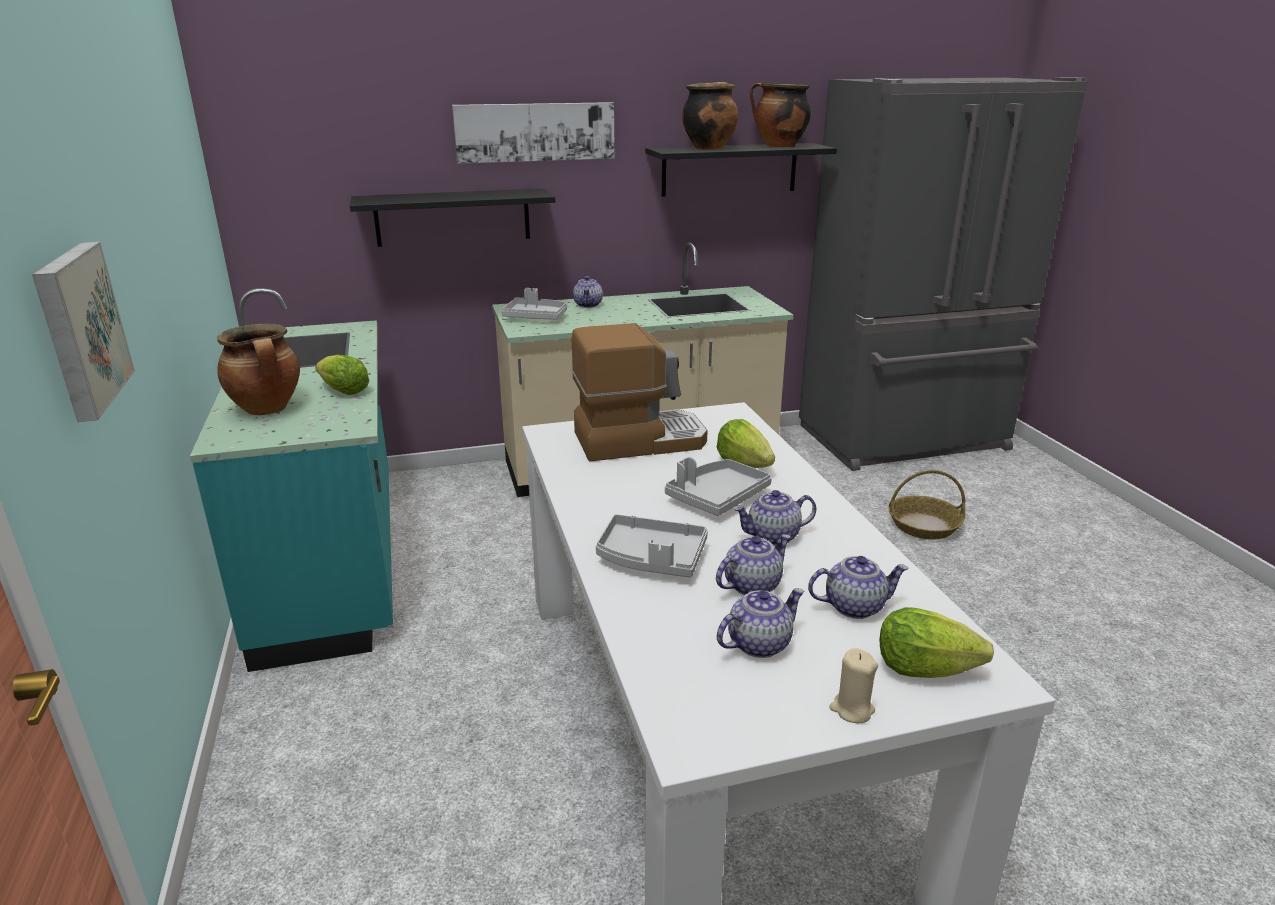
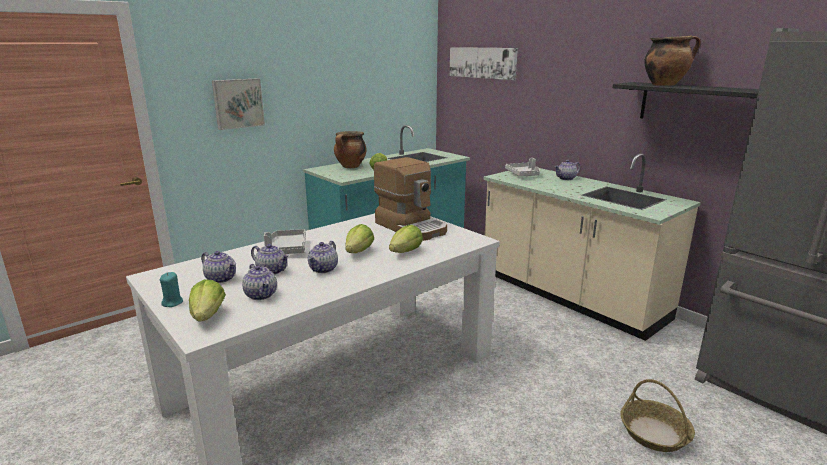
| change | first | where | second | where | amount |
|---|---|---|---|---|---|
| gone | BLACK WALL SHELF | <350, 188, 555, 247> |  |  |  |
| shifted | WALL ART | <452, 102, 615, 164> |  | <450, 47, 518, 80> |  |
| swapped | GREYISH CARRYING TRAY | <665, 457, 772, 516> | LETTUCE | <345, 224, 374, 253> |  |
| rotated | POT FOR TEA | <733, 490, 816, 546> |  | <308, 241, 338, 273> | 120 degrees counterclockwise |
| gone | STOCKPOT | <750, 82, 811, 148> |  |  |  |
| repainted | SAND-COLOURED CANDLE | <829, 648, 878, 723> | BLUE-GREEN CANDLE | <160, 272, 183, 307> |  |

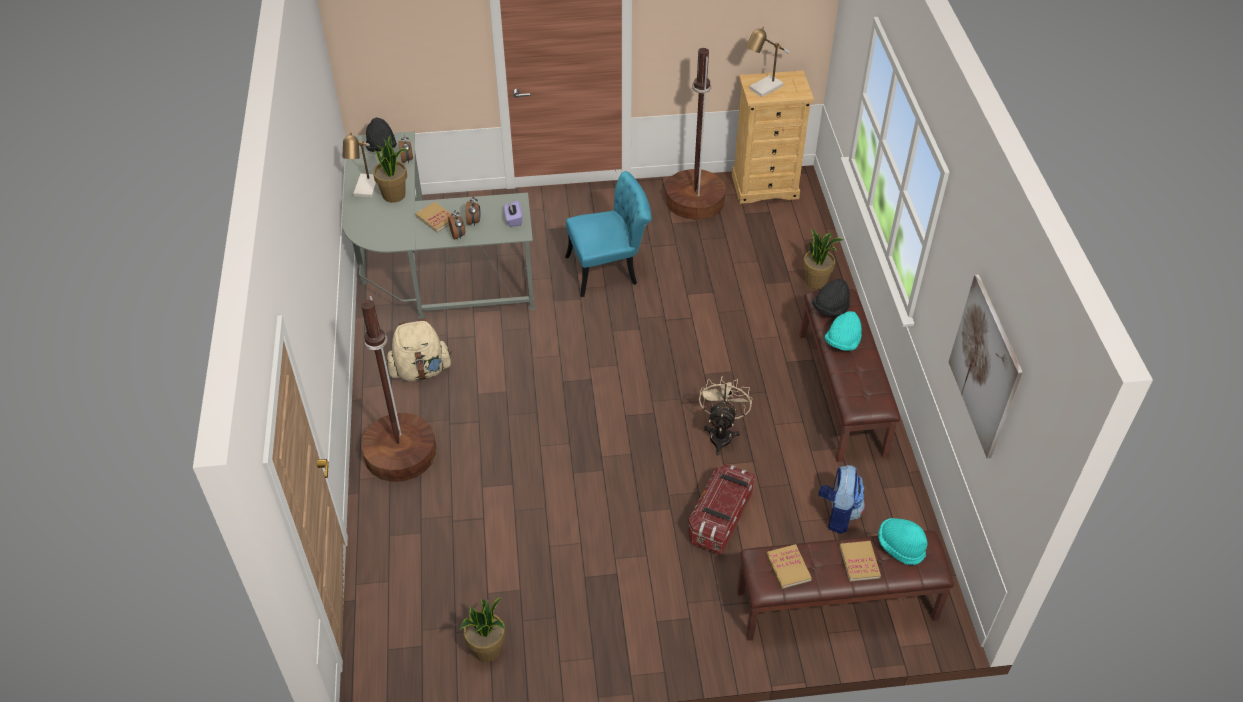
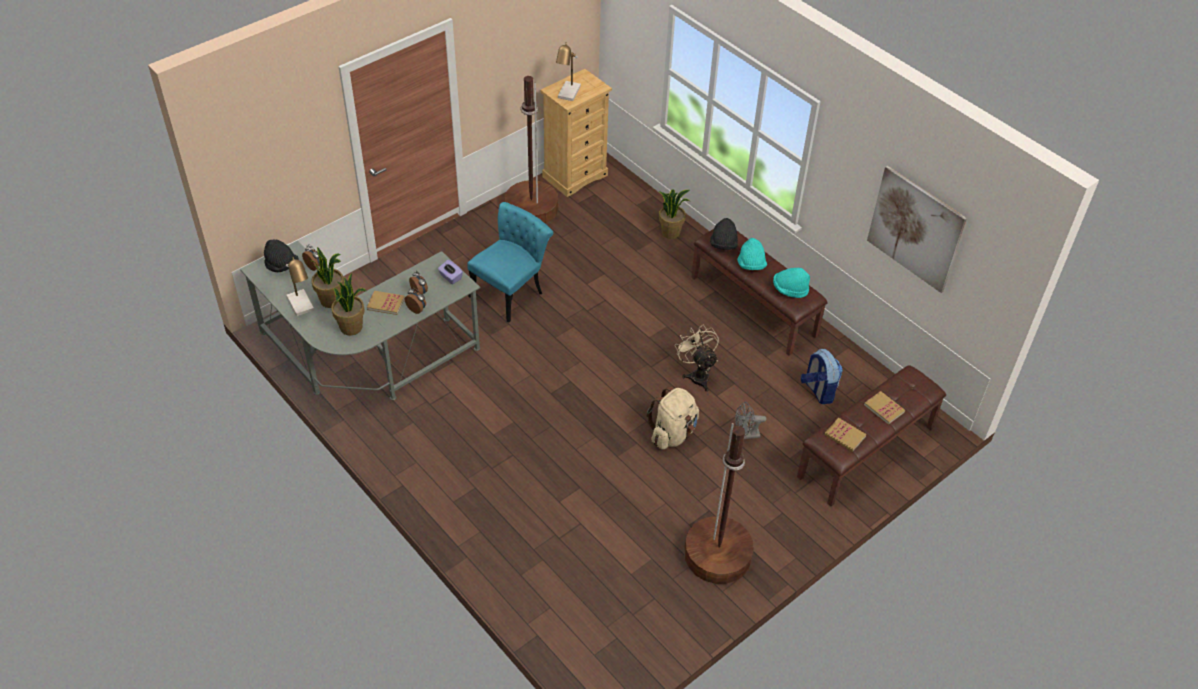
| change | first | where | second | where | amount |
|---|---|---|---|---|---|
| shifted | BROWN STANDARD LAMP | <361, 296, 436, 482> |  | <684, 423, 754, 584> |  |
| shifted | SAND-COLOURED KNAPSACK | <386, 318, 452, 381> |  | <647, 387, 699, 449> |  |
| shifted | HOUSEPLANT | <460, 597, 505, 662> |  | <331, 273, 366, 335> |  |
| swapped | STORAGE BOX | <688, 464, 755, 555> | GREYISH FAN | <735, 402, 766, 439> |  |
| shifted | BLUE-GREEN WEARABLE HAT | <878, 518, 928, 565> |  | <773, 268, 810, 298> |  |

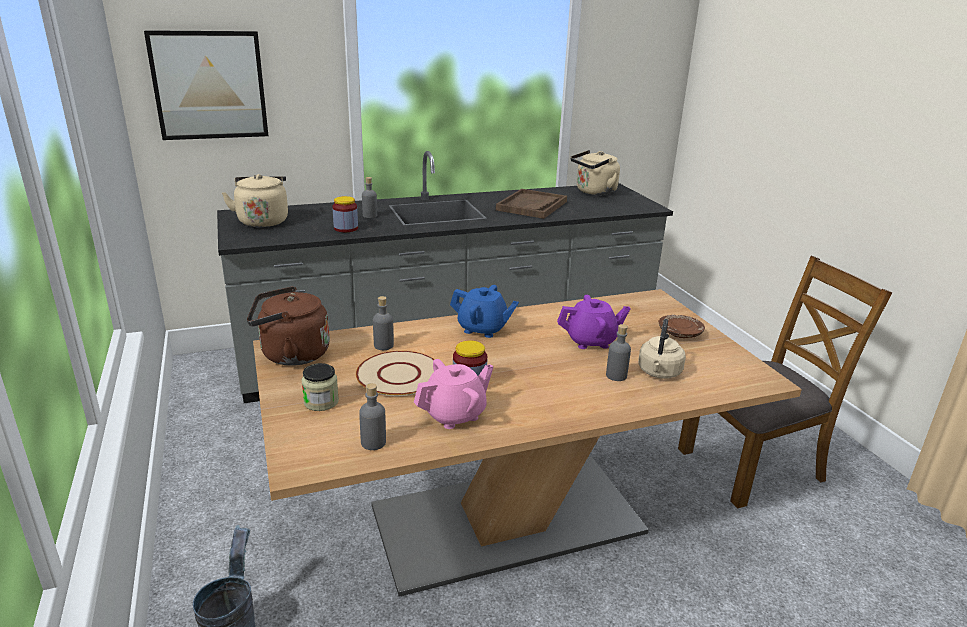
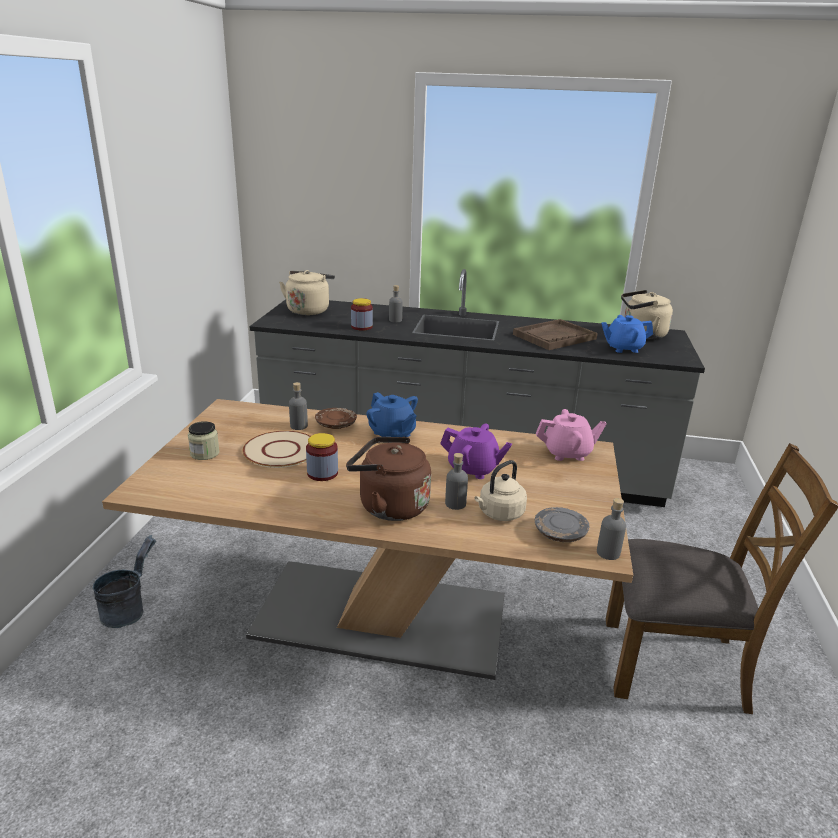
| change | first | where | second | where | amount |
|---|---|---|---|---|---|
| gone | WALL ART | <144, 30, 268, 140> |  |  |  |
| shifted | BROWN WATER KETTLE | <247, 286, 330, 366> |  | <346, 437, 431, 521> |  |
| shifted | GREYISH DRINK BOTTLE | <359, 383, 386, 450> |  | <597, 498, 626, 560> |  |
| shifted | PINK POT FOR TEA | <414, 359, 494, 429> |  | <536, 409, 607, 461> |  |
| shifted | BROWN PLATE | <659, 315, 705, 338> |  | <315, 408, 357, 429> |  |
| new |  |  | GREYISH PLATE | <535, 507, 590, 542> |  |
| new |  |  | BLUISH POT FOR TEA | <601, 315, 653, 353> |  |

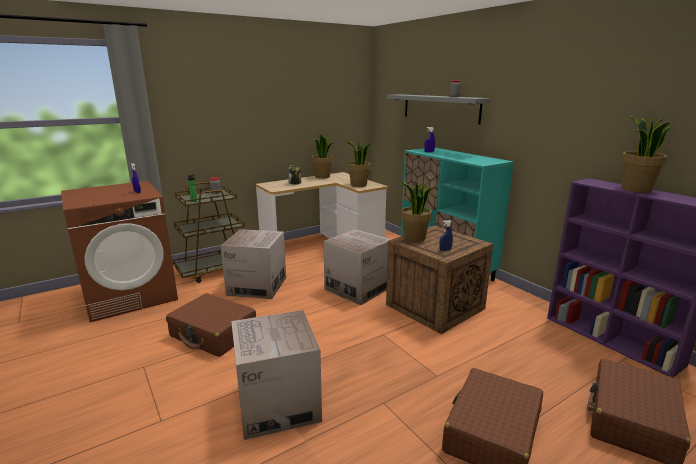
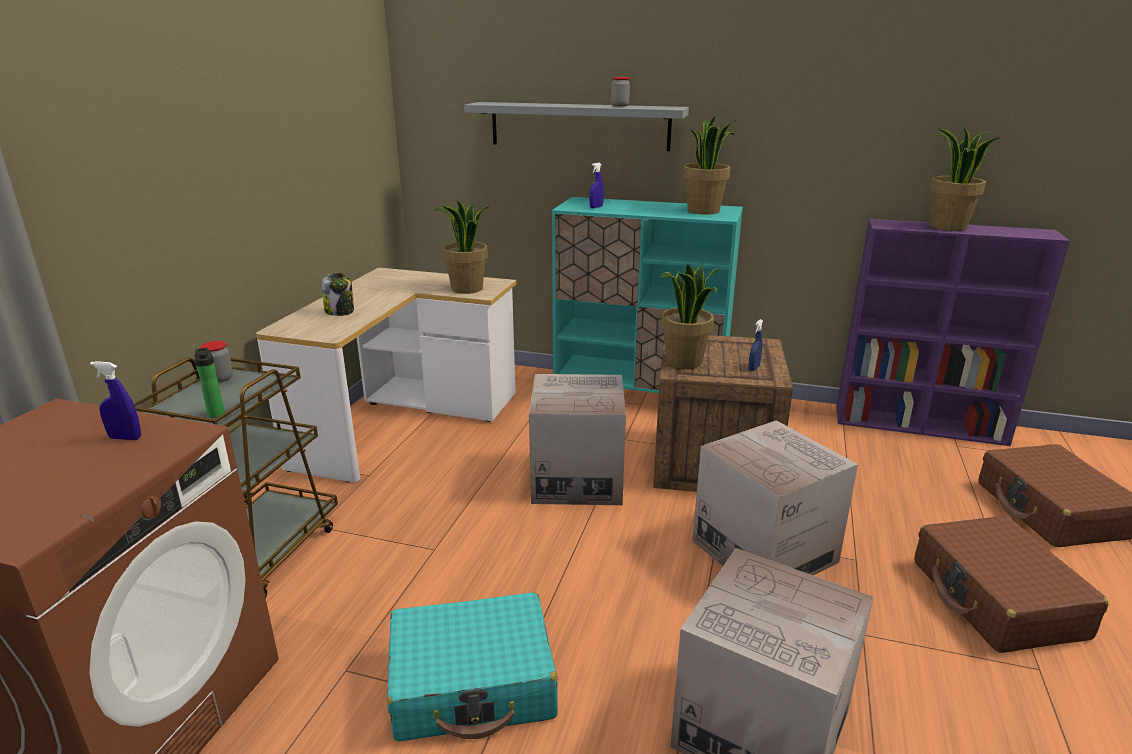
| change | first | where | second | where | amount |
|---|---|---|---|---|---|
| repainted | BROWN PIECE OF LUGGAGE | <166, 293, 256, 357> | BLUE-GREEN PIECE OF LUGGAGE | <387, 592, 558, 741> |  |
| shifted | CARTON | <221, 229, 286, 299> |  | <692, 420, 858, 575> |  |
| shifted | HOUSEPLANT | <312, 135, 335, 179> |  | <683, 116, 736, 214> |  |

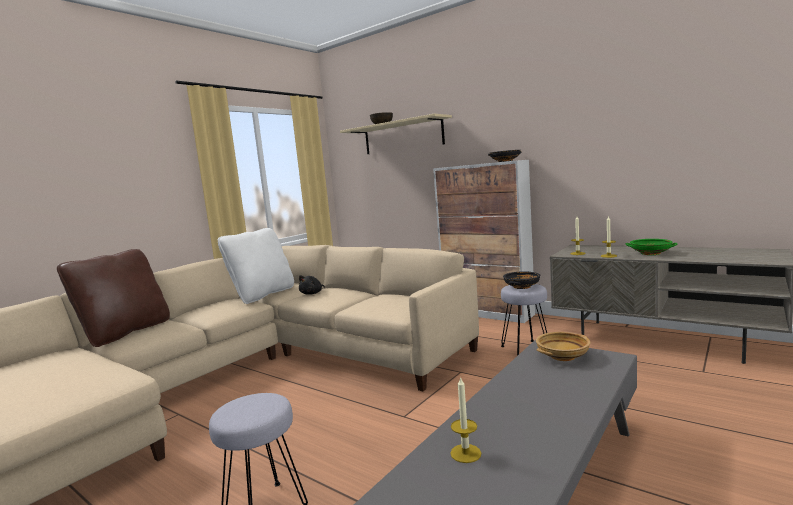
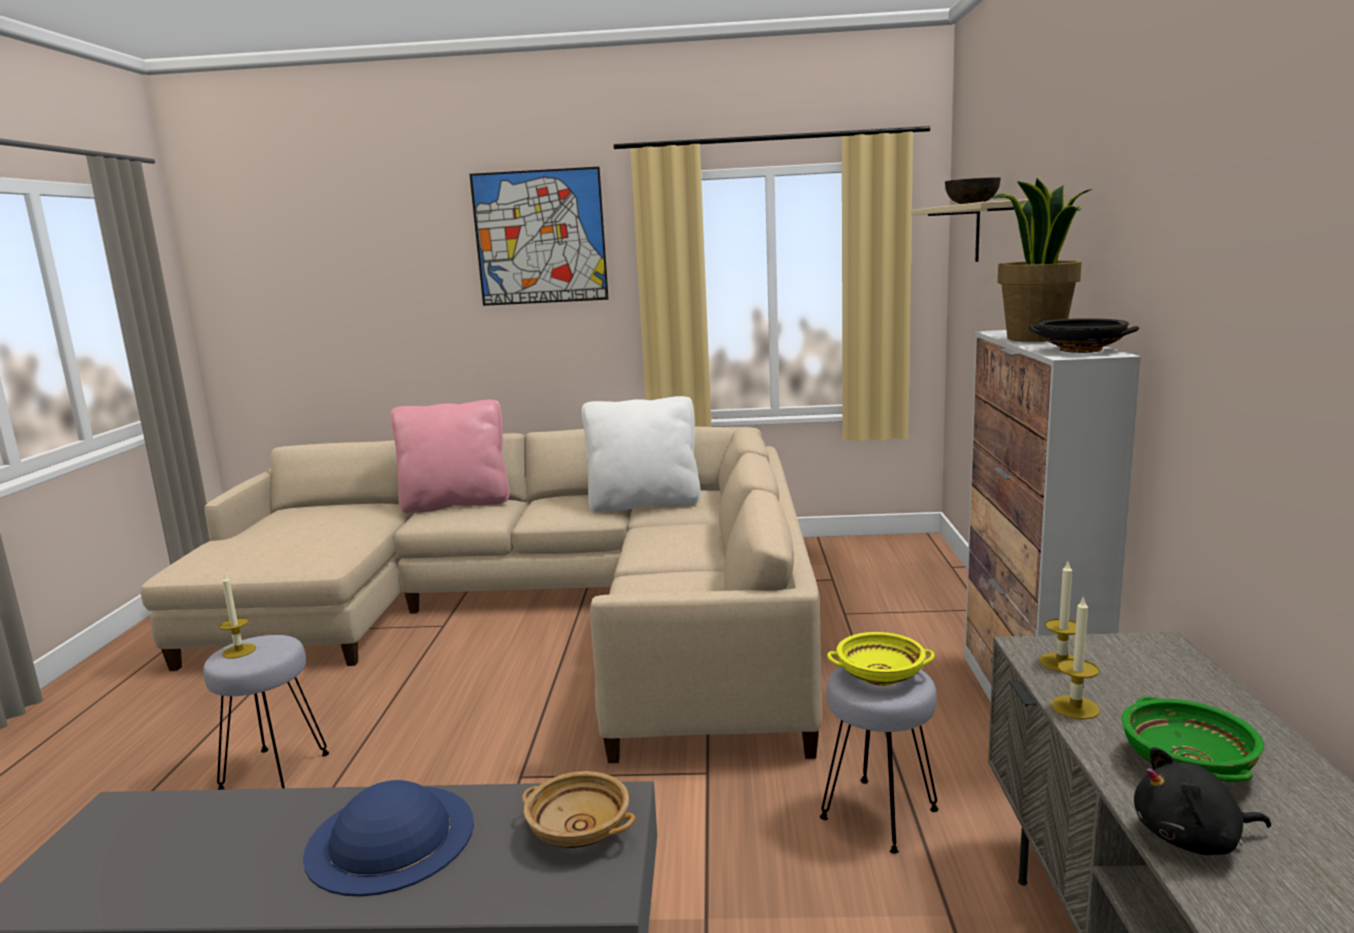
| change | first | where | second | where | amount |
|---|---|---|---|---|---|
| repainted | BROWN CUSHION | <57, 249, 170, 347> | PINK CUSHION | <391, 400, 509, 513> |  |
| shifted | BLACK CUDDLY TOY | <299, 275, 325, 295> |  | <1134, 747, 1271, 855> |  |
| shifted | CANDLE | <450, 376, 481, 463> |  | <219, 573, 256, 658> |  |
| repainted | BLACK BOWL | <503, 271, 541, 289> | YELLOW-COLOURED BOWL | <827, 632, 935, 686> |  |
| new |  |  | BLUISH WEARABLE HAT | <303, 780, 474, 897> |  |
| new |  |  | WALL ART | <470, 167, 609, 306> |  |
| new |  |  | HOUSEPLANT | <992, 178, 1092, 342> |  |

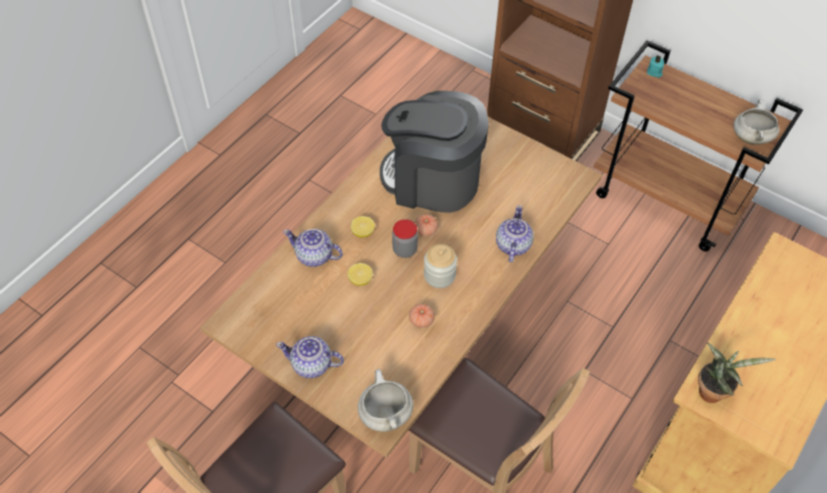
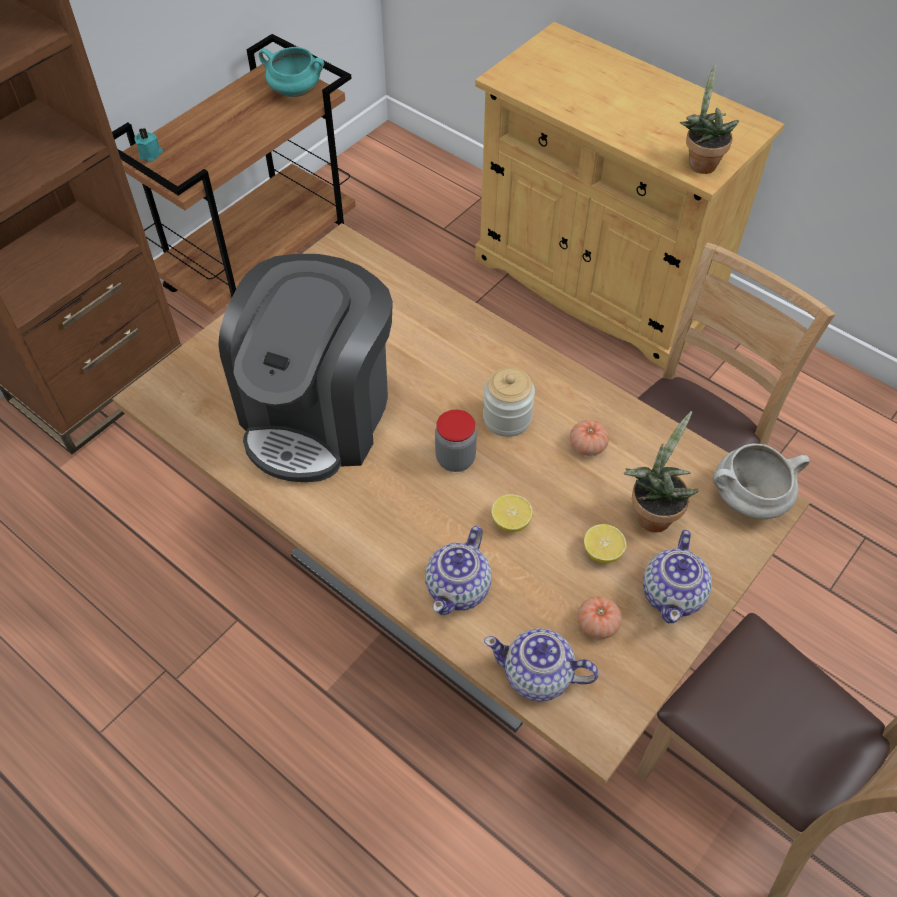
| change | first | where | second | where | amount |
|---|---|---|---|---|---|
| shifted | LEMON | <351, 216, 375, 238> |  | <584, 524, 627, 563> |  |
| shifted | TOMATO | <415, 214, 438, 237> |  | <577, 596, 622, 639> |  |
| shifted | POT FOR TEA | <496, 205, 534, 262> |  | <484, 628, 599, 702> |  |
| repainted | WHITISH STOCKPOT | <733, 99, 779, 145> | BLUE-GREEN STOCKPOT | <259, 47, 324, 97> |  |
| new |  |  | HOUSEPLANT | <624, 411, 699, 532> |  |

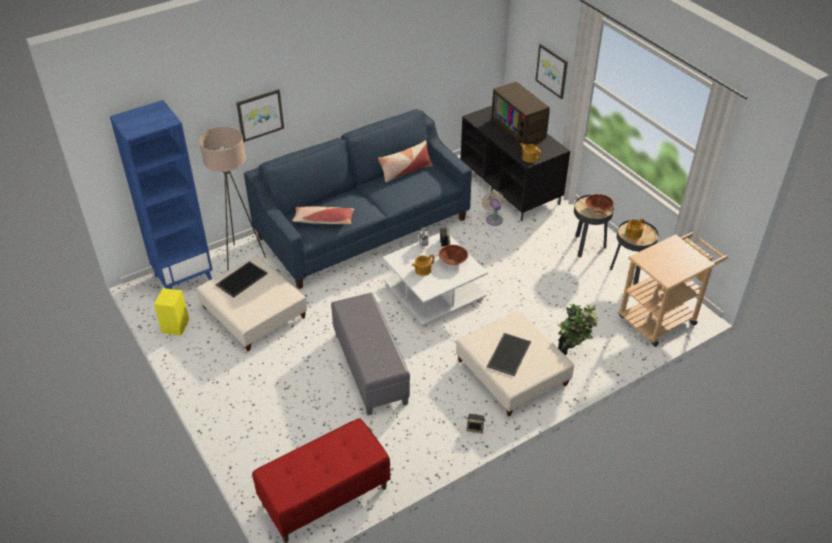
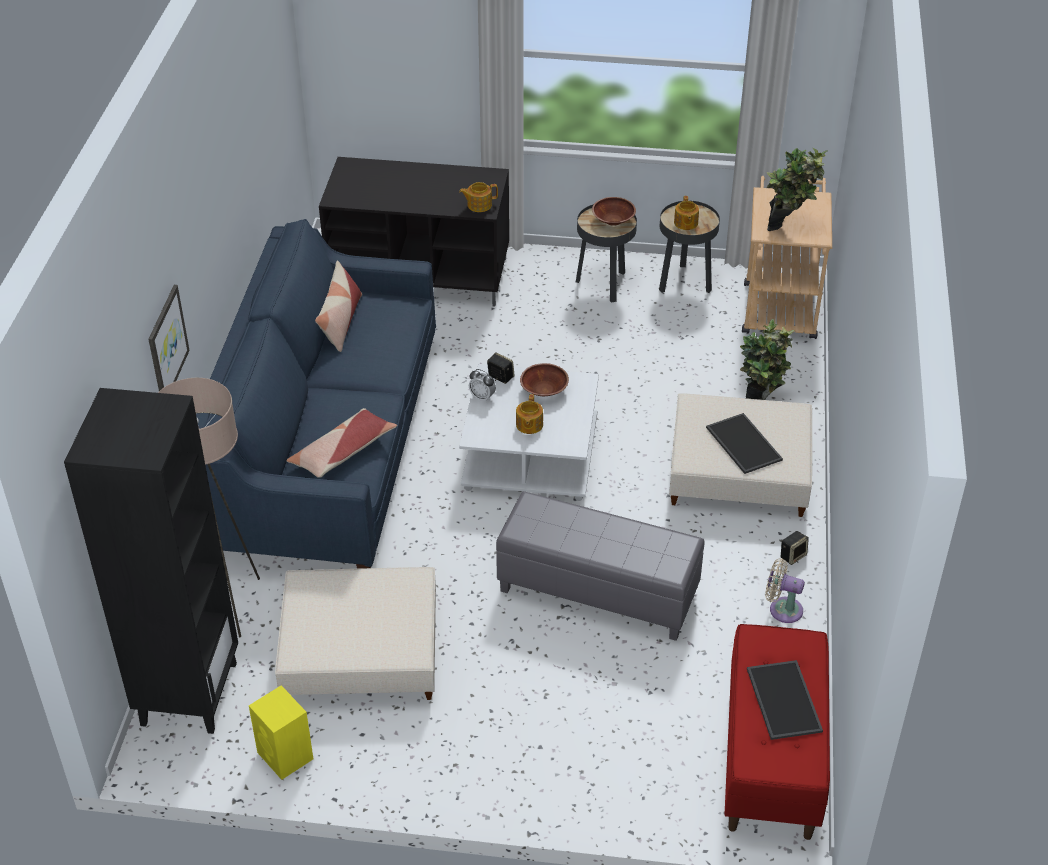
| change | first | where | second | where | amount |
|---|---|---|---|---|---|
| repainted | BLUISH BOOKSHELF | <110, 100, 213, 289> | BLACK BOOKSHELF | <64, 388, 238, 734> |  |
| shifted | CARRYING TRAY | <215, 261, 268, 298> |  | <747, 660, 823, 740> |  |
| shifted | SAND-COLOURED FAN | <482, 191, 504, 226> |  | <765, 559, 805, 623> |  |
| gone | TELEVISION | <491, 82, 550, 145> |  |  |  |
| gone | WALL ART | <535, 43, 568, 99> |  |  |  |
| new |  |  | HOUSEPLANT | <767, 148, 828, 231> |  |

